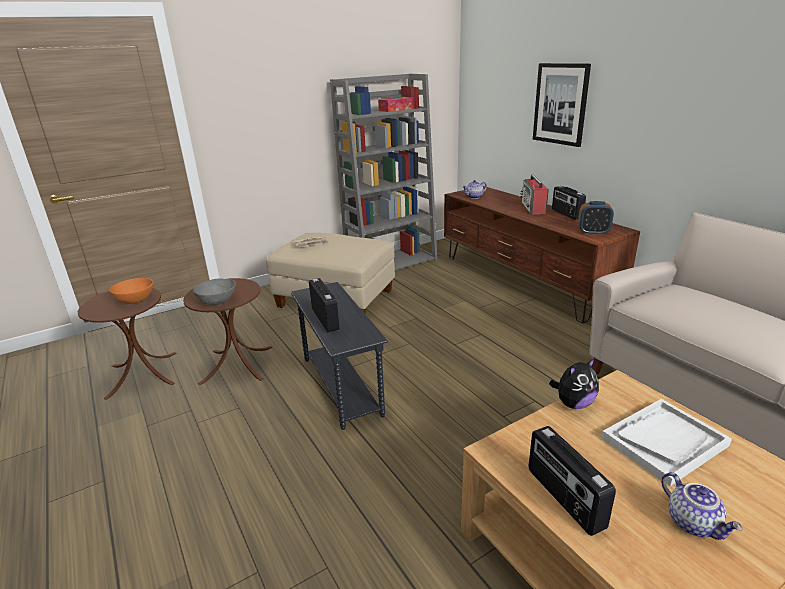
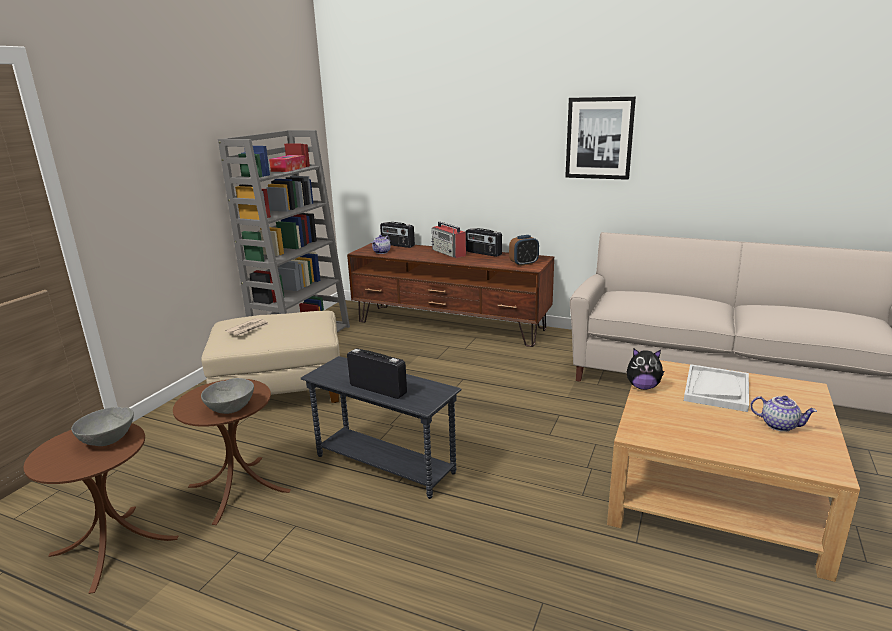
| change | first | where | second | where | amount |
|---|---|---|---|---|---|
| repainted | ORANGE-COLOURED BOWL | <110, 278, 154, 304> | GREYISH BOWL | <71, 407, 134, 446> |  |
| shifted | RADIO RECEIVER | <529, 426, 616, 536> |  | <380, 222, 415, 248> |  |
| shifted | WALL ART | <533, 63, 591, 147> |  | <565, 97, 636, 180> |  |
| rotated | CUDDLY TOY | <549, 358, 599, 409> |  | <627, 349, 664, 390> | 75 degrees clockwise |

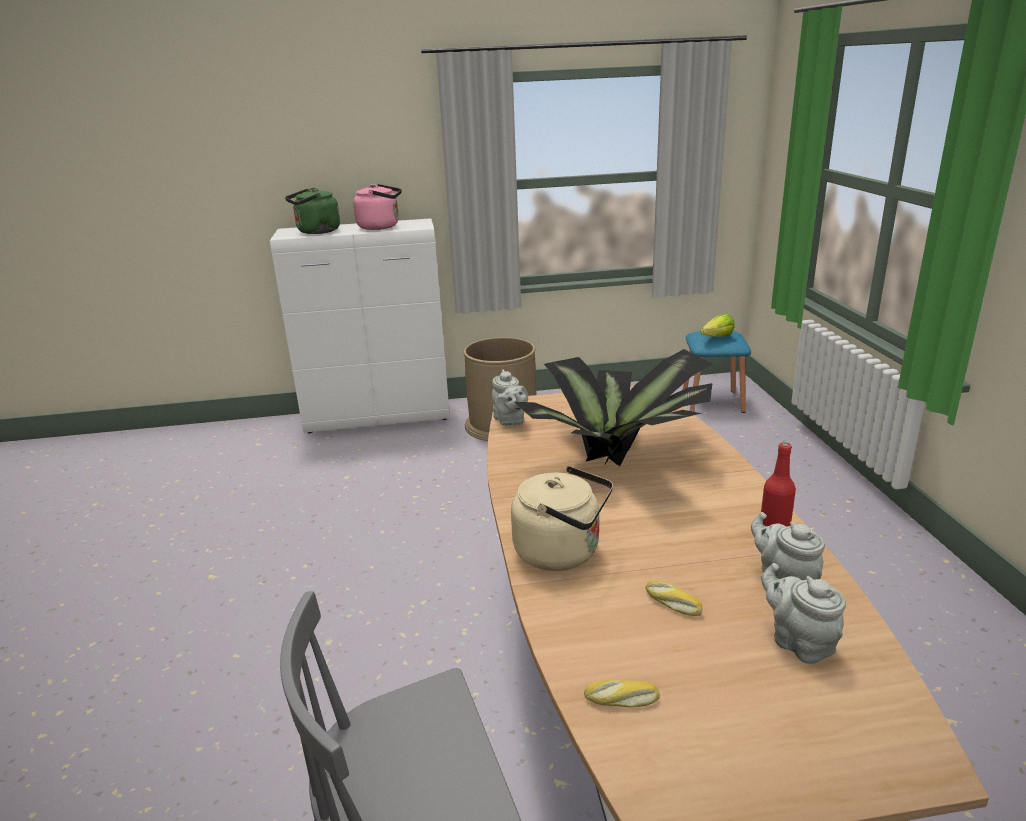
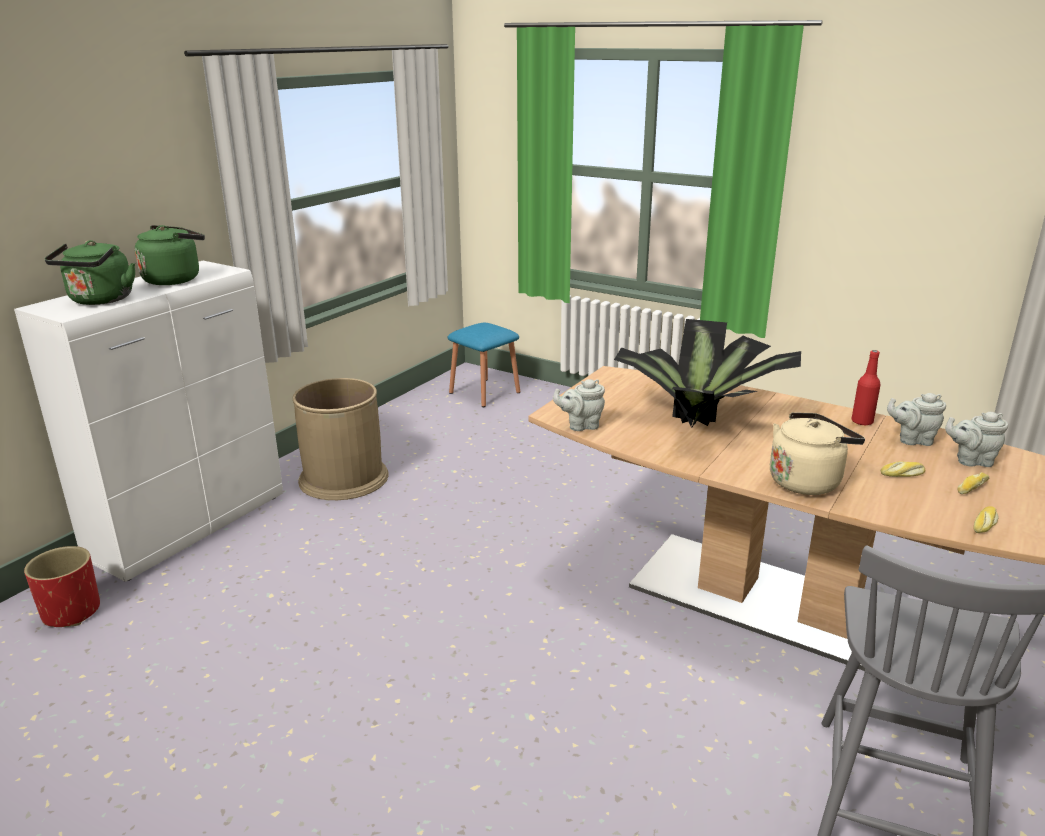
| change | first | where | second | where | amount |
|---|---|---|---|---|---|
| repainted | PINK WATER KETTLE | <353, 184, 402, 230> | GREEN-COLOURED WATER KETTLE | <135, 225, 205, 285> |  |
| rotated | GREYISH POT FOR TEA | <492, 370, 528, 426> |  | <553, 379, 605, 431> | 150 degrees clockwise |
| gone | LETTUCE | <701, 313, 734, 337> |  |  |  |
| new |  |  | RED PLANT POT | <24, 546, 100, 627> |  |
| new |  |  | BAKED BREAD | <957, 472, 989, 494> |  |

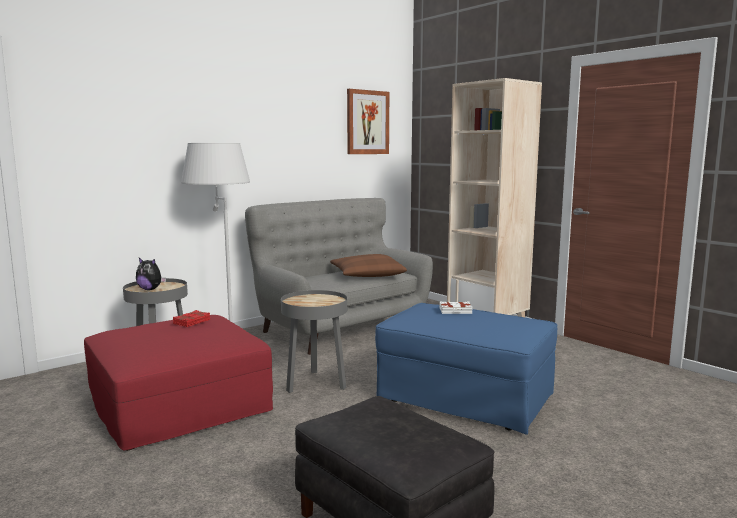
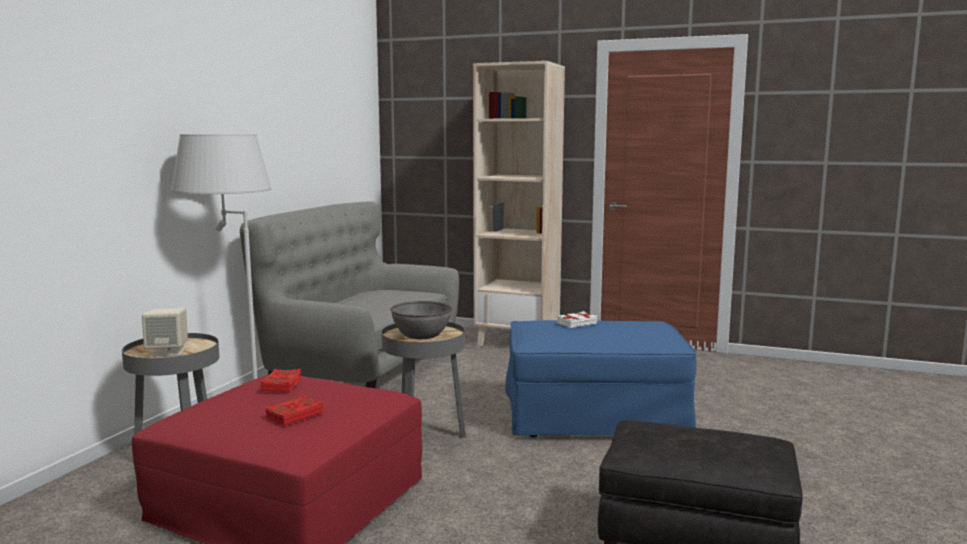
| change | first | where | second | where | amount |
|---|---|---|---|---|---|
| swapped | CUDDLY TOY | <136, 258, 166, 290> | SAND-COLOURED AUDIO SPEAKER | <142, 308, 188, 357> |  |
| gone | BROWN CUSHION | <330, 254, 407, 277> |  |  |  |
| gone | WALL ART | <347, 89, 389, 154> |  |  |  |
| new |  |  | RED BOUND BOOK | <265, 396, 323, 426> |  |
| new |  |  | GREYISH BOWL | <390, 301, 452, 339> |  |

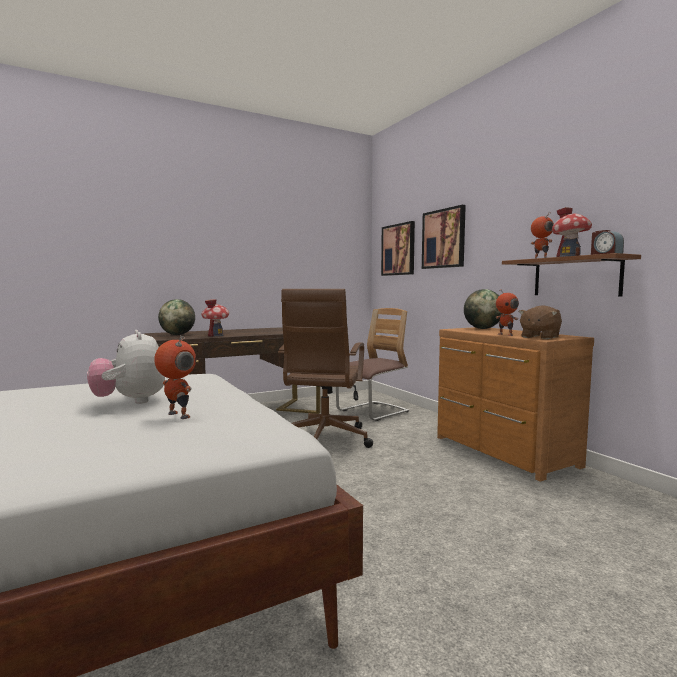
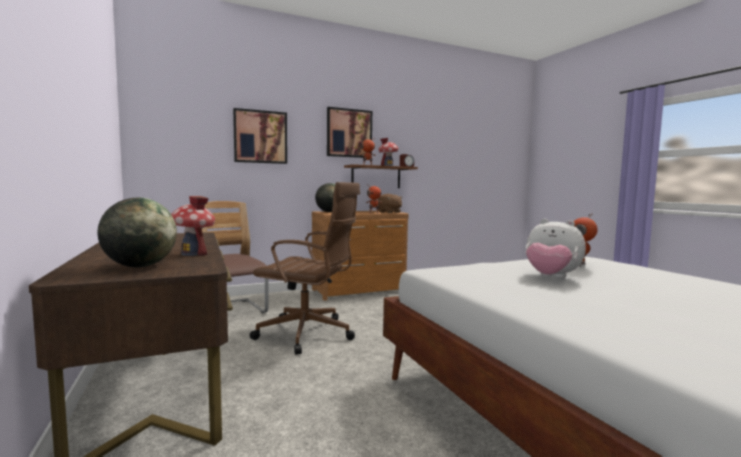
| change | first | where | second | where | amount |
|---|---|---|---|---|---|
| rotated | CUDDLY TOY | <87, 330, 165, 404> |  | <525, 219, 586, 278> | 60 degrees clockwise |
| shifted | WALL ART | <381, 221, 415, 276> |  | <327, 107, 372, 158> |  |

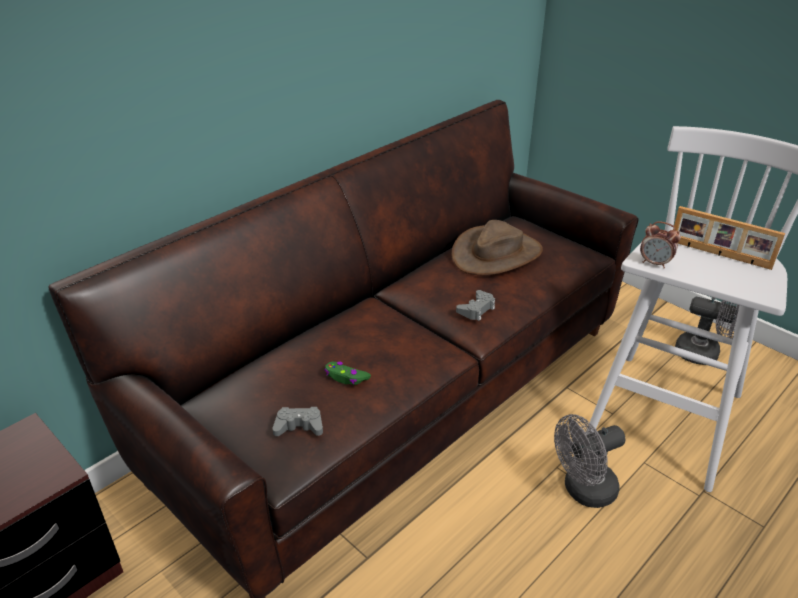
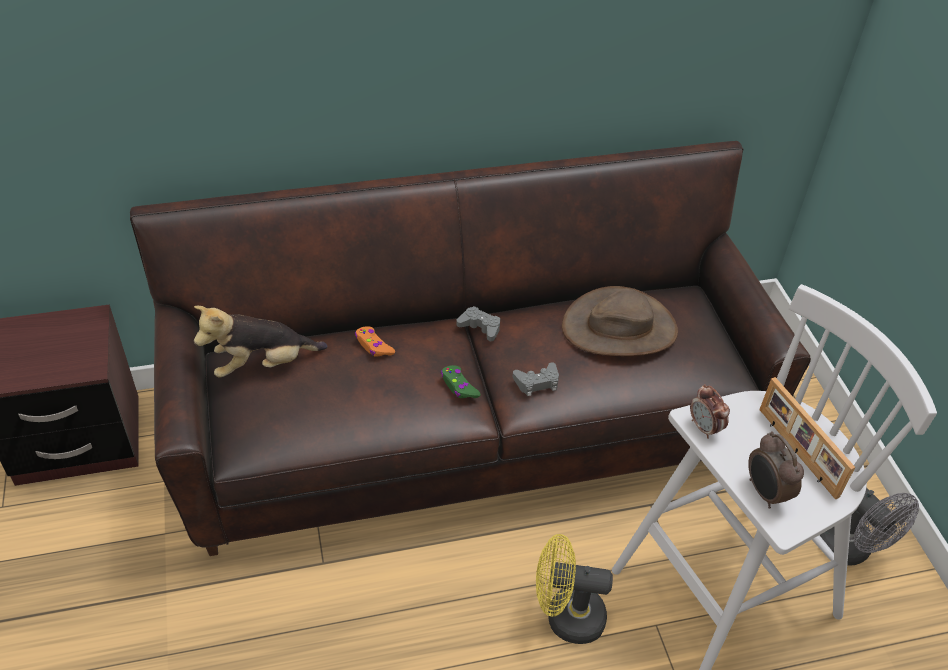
| change | first | where | second | where | amount |
|---|---|---|---|---|---|
| shifted | GREYISH GAMEPAD | <272, 407, 323, 436> |  | <456, 306, 500, 341> |  |
| shifted | GREEN-COLOURED GAMEPAD | <324, 362, 371, 385> |  | <441, 365, 481, 398> |  |
| repainted | GREYISH FAN | <554, 414, 626, 508> | YELLOW-COLOURED FAN | <536, 534, 613, 644> |  |
| new |  |  | CUDDLY TOY | <194, 306, 328, 378> |  |
| new |  |  | ORANGE-COLOURED GAMEPAD | <355, 326, 395, 357> |  |
| new |  |  | ALARM CLOCK | <748, 431, 804, 509> |  |

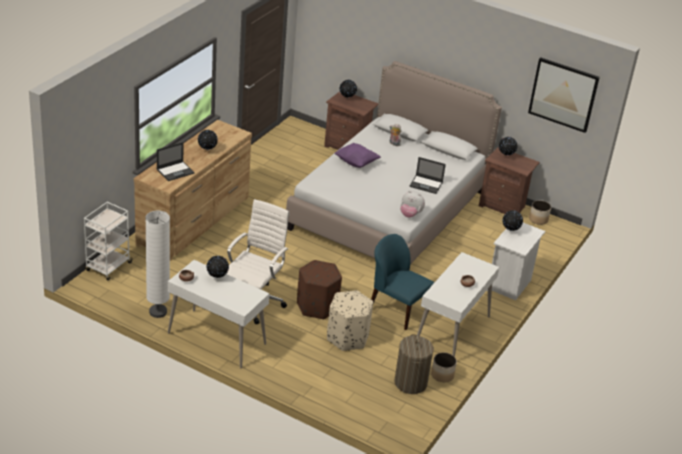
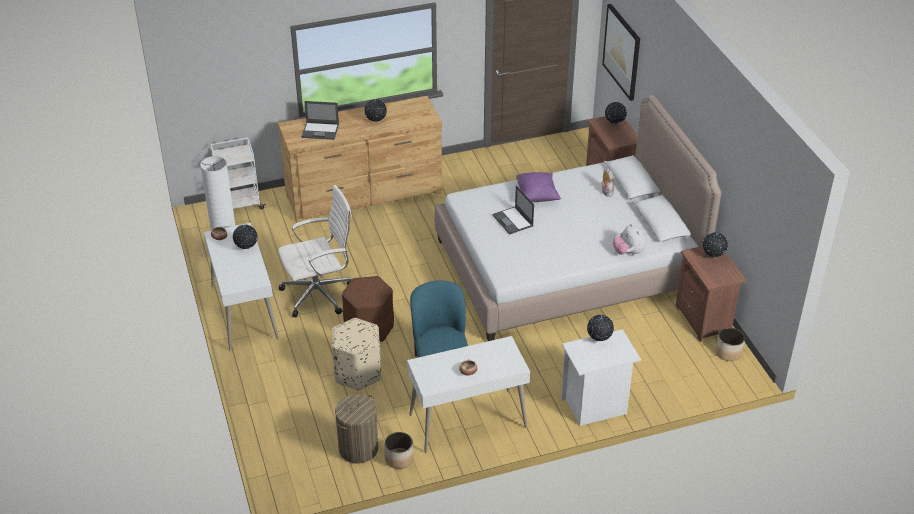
| change | first | where | second | where | amount |
|---|---|---|---|---|---|
| shifted | CUDDLY TOY | <400, 191, 425, 218> |  | <613, 224, 645, 255> |  |
| shifted | NOTEBOOK COMPUTER | <409, 157, 446, 194> |  | <492, 185, 534, 235> |  |
| shifted | WALL ART | <528, 57, 600, 133> |  | <602, 4, 640, 101> |  |

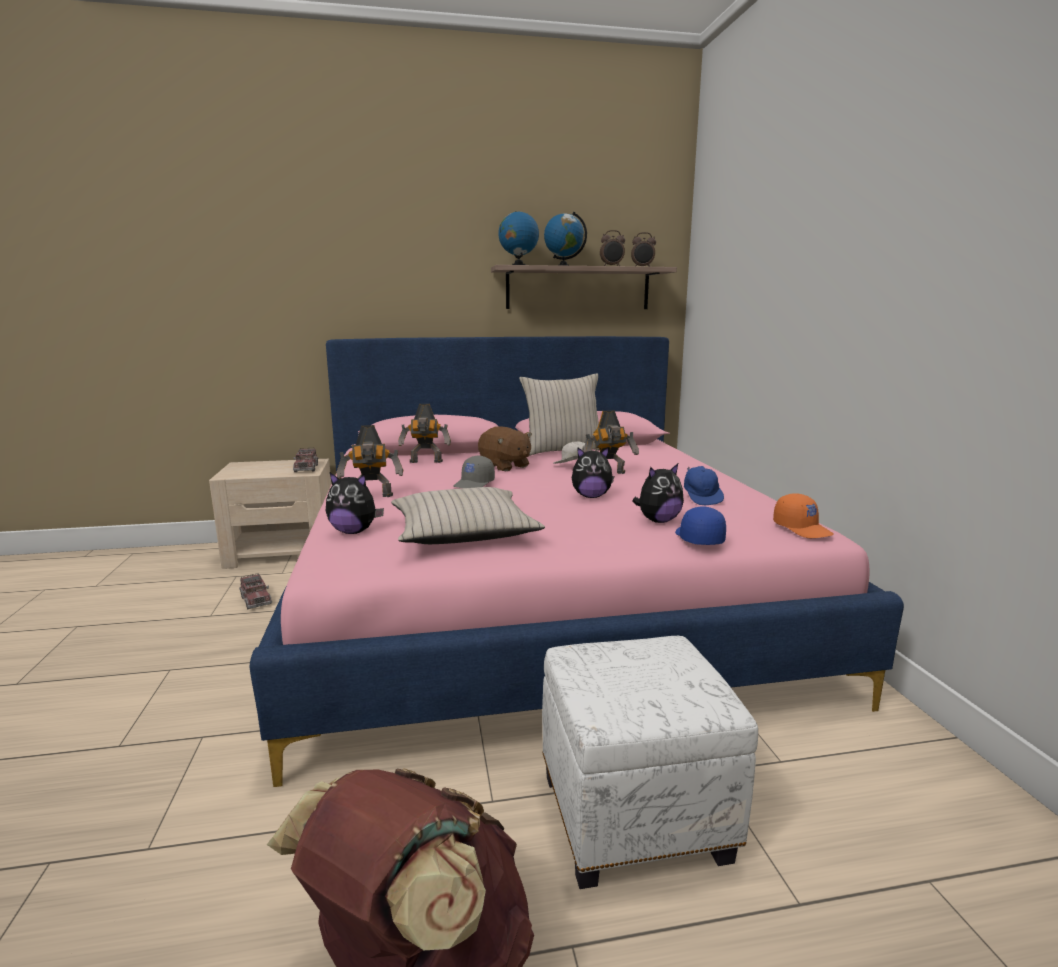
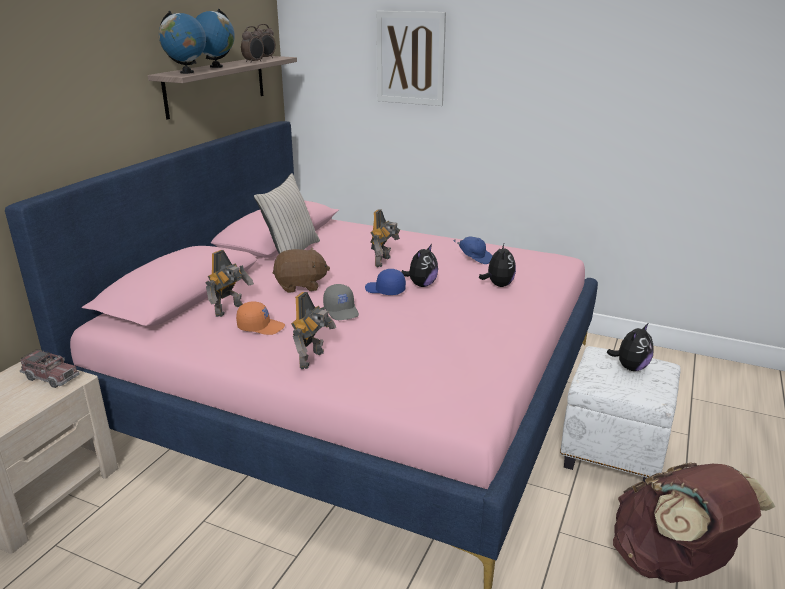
| change | first | where | second | where | amount |
|---|---|---|---|---|---|
| gone | MODEL TRUCK | <239, 573, 272, 609> |  |  |  |
| shifted | CUDDLY TOY | <326, 473, 384, 534> |  | <607, 323, 654, 371> |  |
| gone | SAND-COLOURED CUSHION | <391, 487, 545, 544> |  |  |  |
| gone | WHITISH CAP | <553, 442, 597, 464> |  |  |  |
| shifted | BLUISH CAP | <675, 506, 726, 545> |  | <365, 269, 406, 295> |  |
| shifted | ORANGE-COLOURED CAP | <773, 493, 834, 538> |  | <236, 301, 285, 335> |  |
| new |  |  | WALL ART | <377, 11, 446, 106> |  |

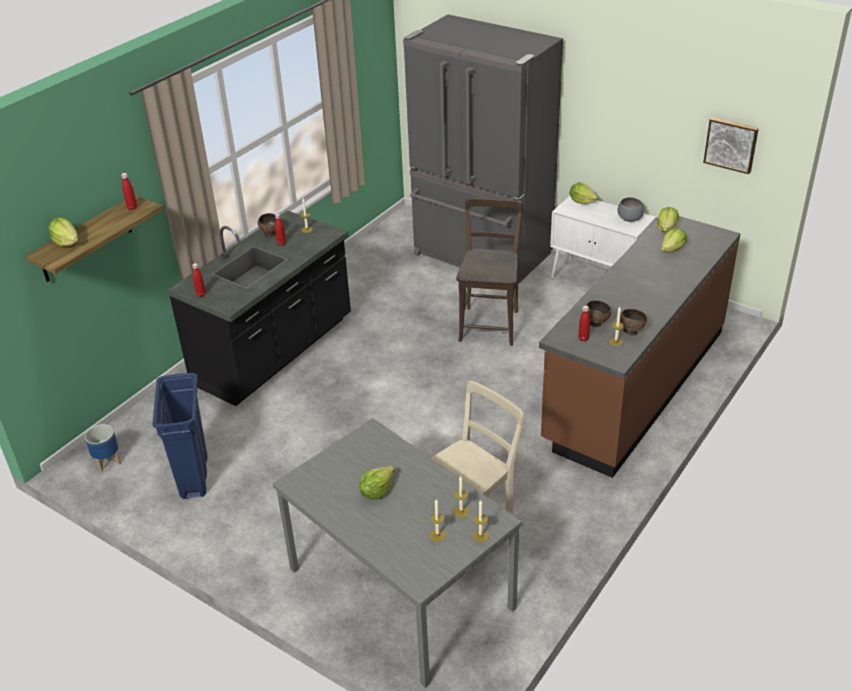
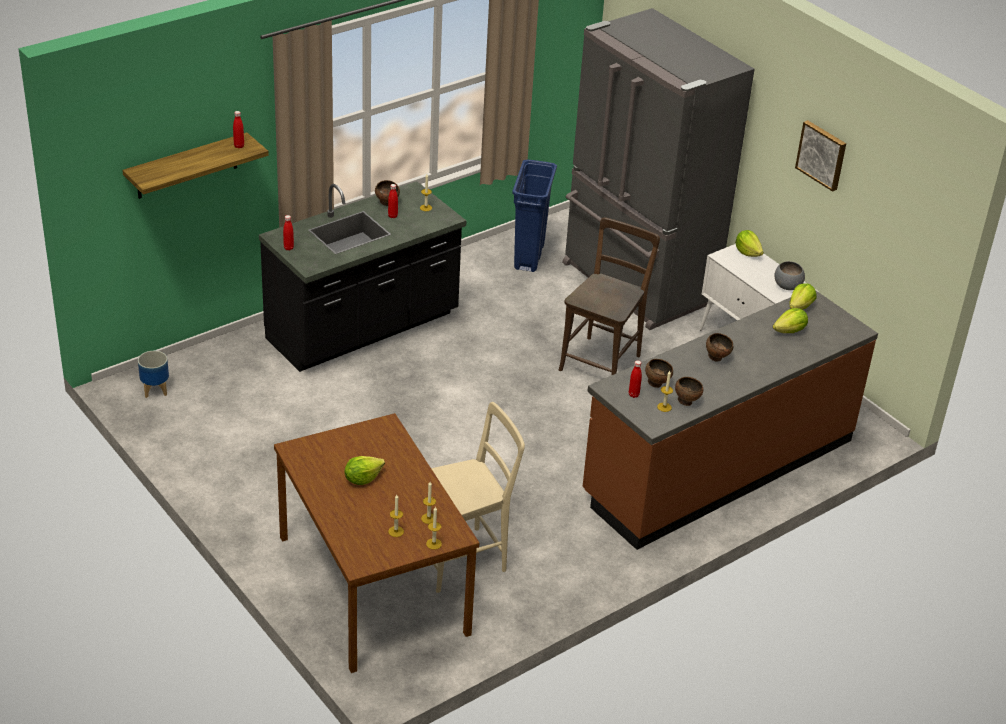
| change | first | where | second | where | amount |
|---|---|---|---|---|---|
| gone | LETTUCE | <49, 217, 79, 246> |  |  |  |
| shifted | BLUISH TRASH CAN | <152, 373, 207, 499> |  | <512, 159, 557, 272> |  |
| repainted | GREYISH DINING TABLE | <273, 418, 522, 688> | BROWN DINING TABLE | <274, 413, 479, 673> |  |
| shifted | WALL ART | <703, 117, 759, 174> |  | <795, 120, 846, 192> |  |
| new |  |  | BROWN BOWL | <706, 333, 734, 362> |  |

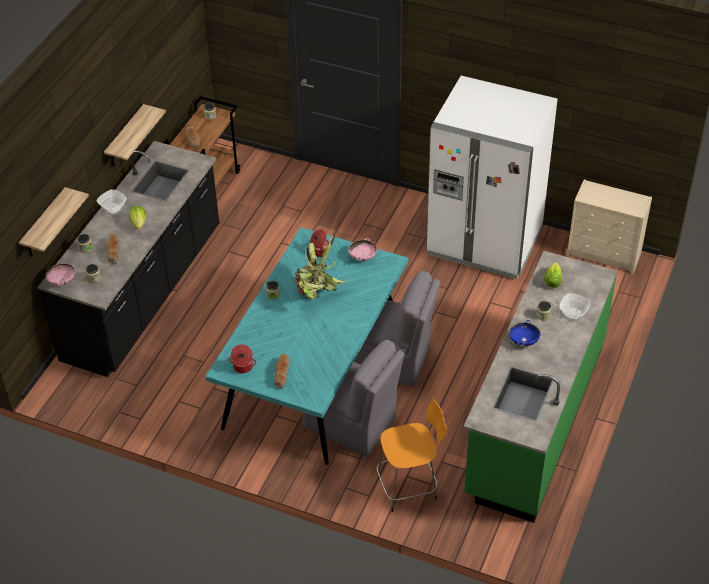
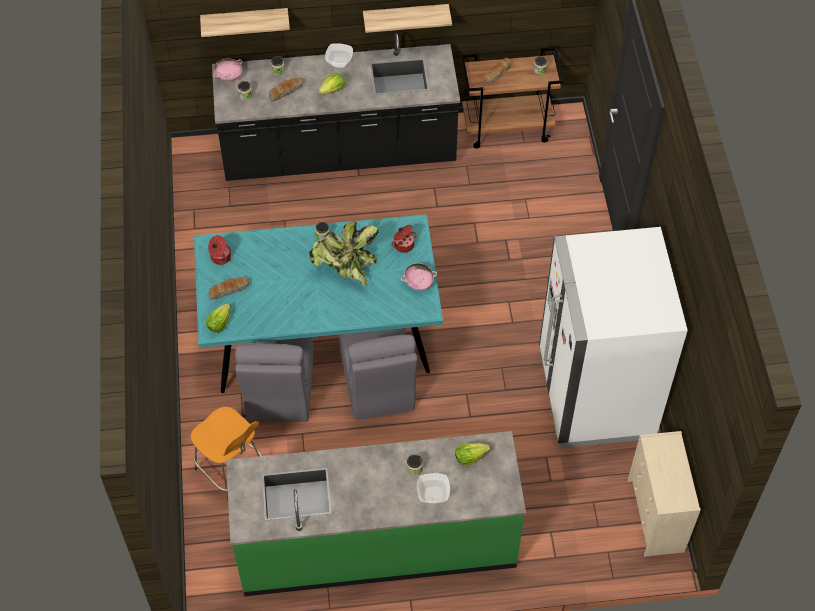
| change | first | where | second | where | amount |
|---|---|---|---|---|---|
| gone | BLUISH BOWL | <509, 320, 540, 346> |  |  |  |
| new |  |  | LETTUCE | <206, 304, 231, 333> |  |

